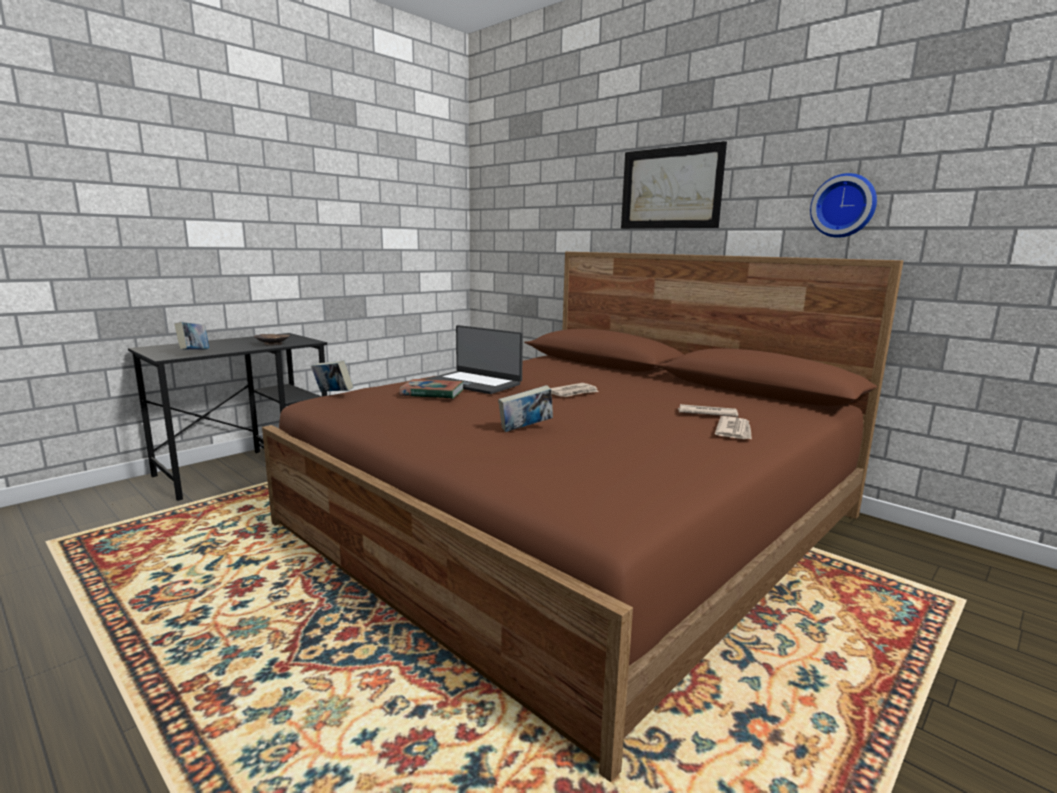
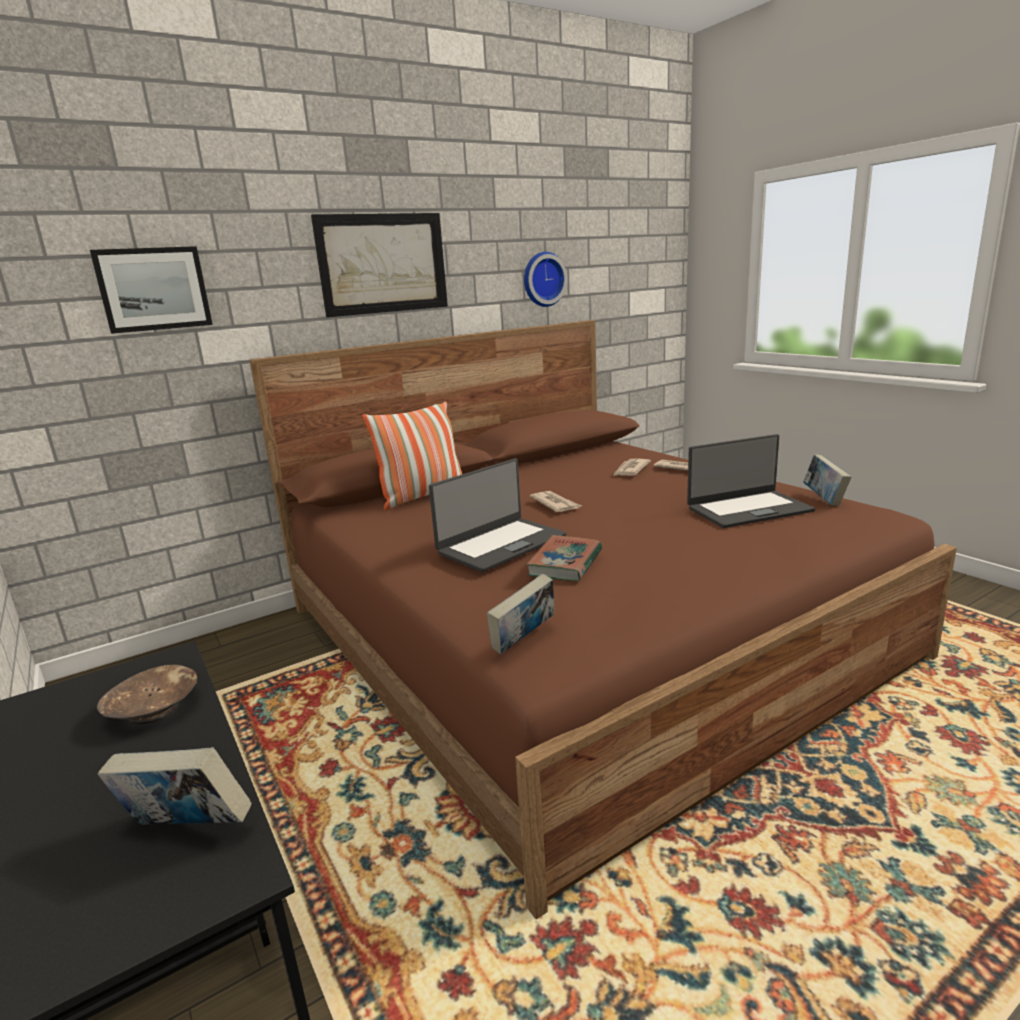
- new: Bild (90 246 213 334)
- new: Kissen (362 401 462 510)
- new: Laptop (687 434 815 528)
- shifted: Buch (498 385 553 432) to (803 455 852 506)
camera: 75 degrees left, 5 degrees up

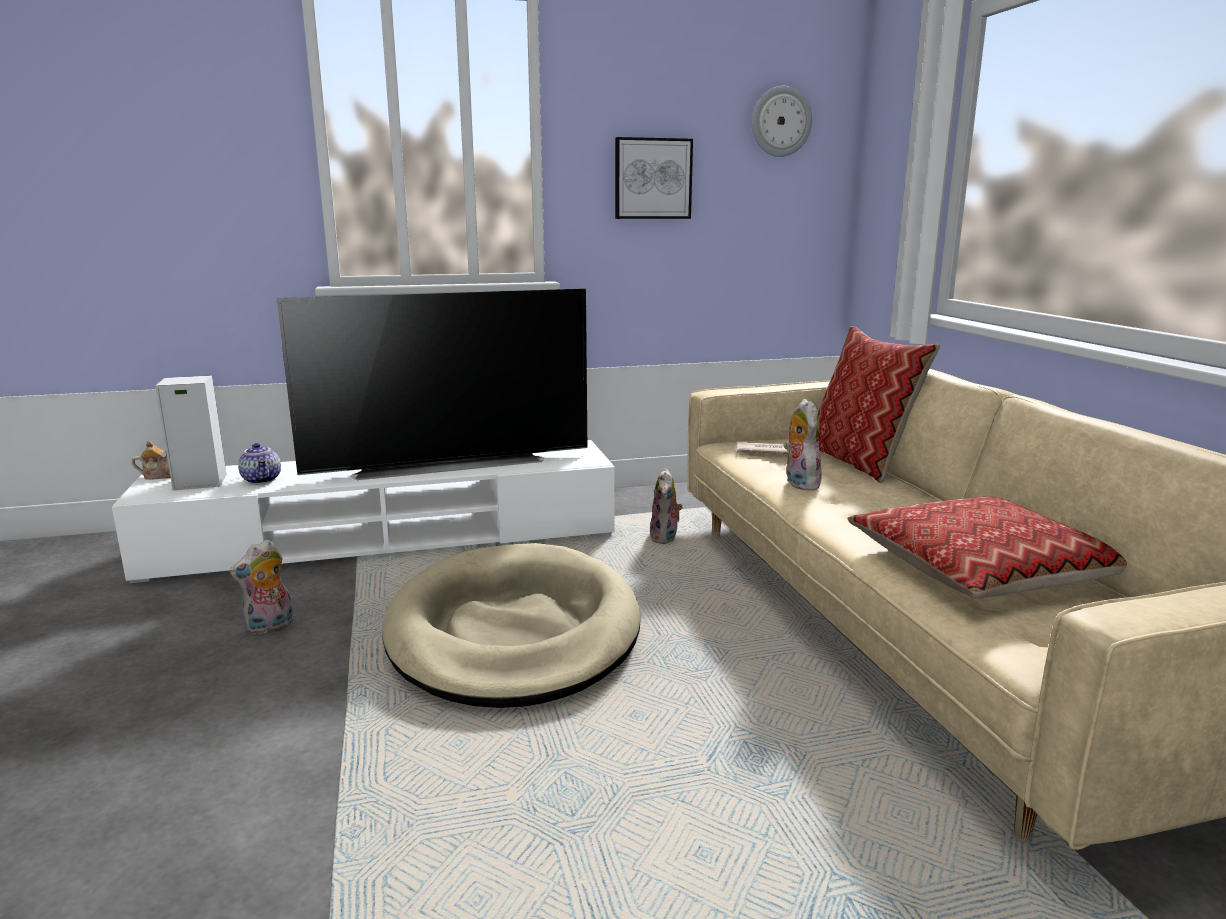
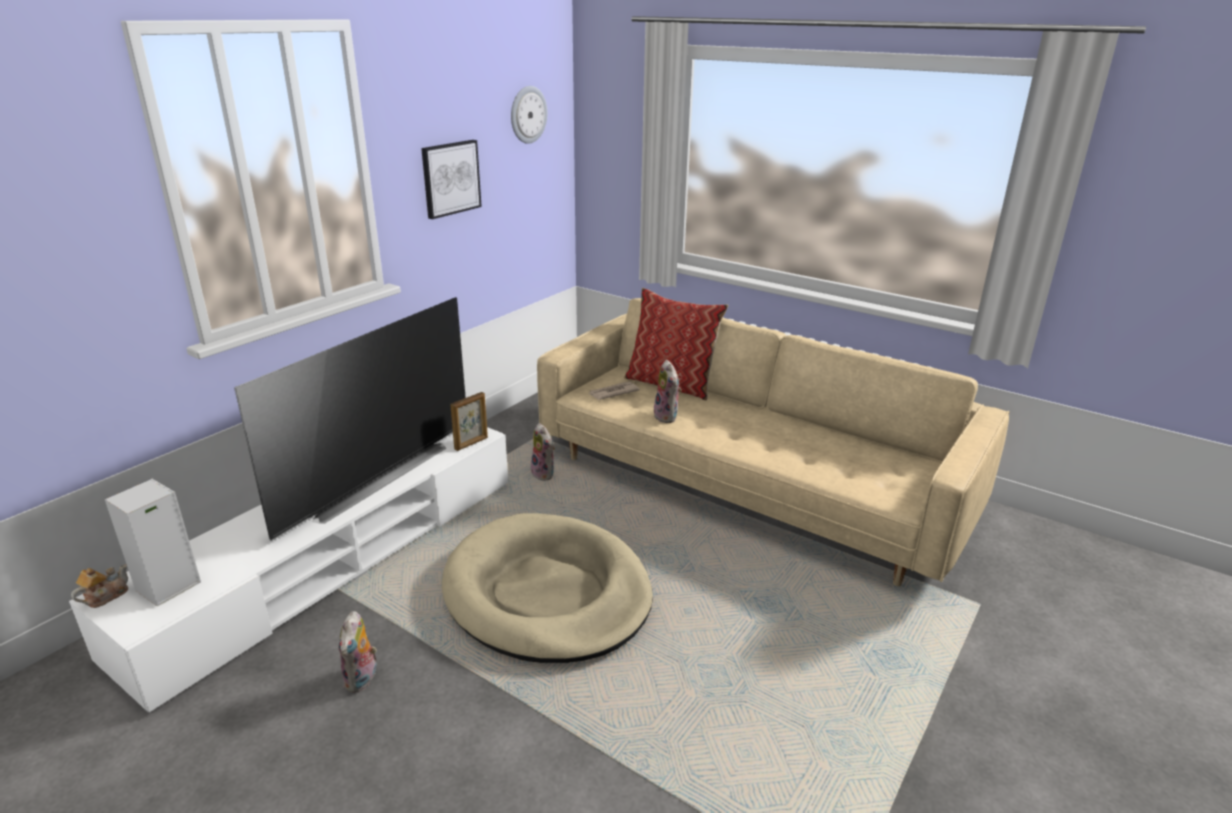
- new: Bilderrahmen (450 392 488 451)
- rotated: Plüschtier (783 399 822 491) = (654 360 681 423) 150 degrees counterclockwise
- gone: Teekanne (238 443 281 484)
- gone: Kissen (848 497 1127 599)
camera: 40 degrees left, 10 degrees up

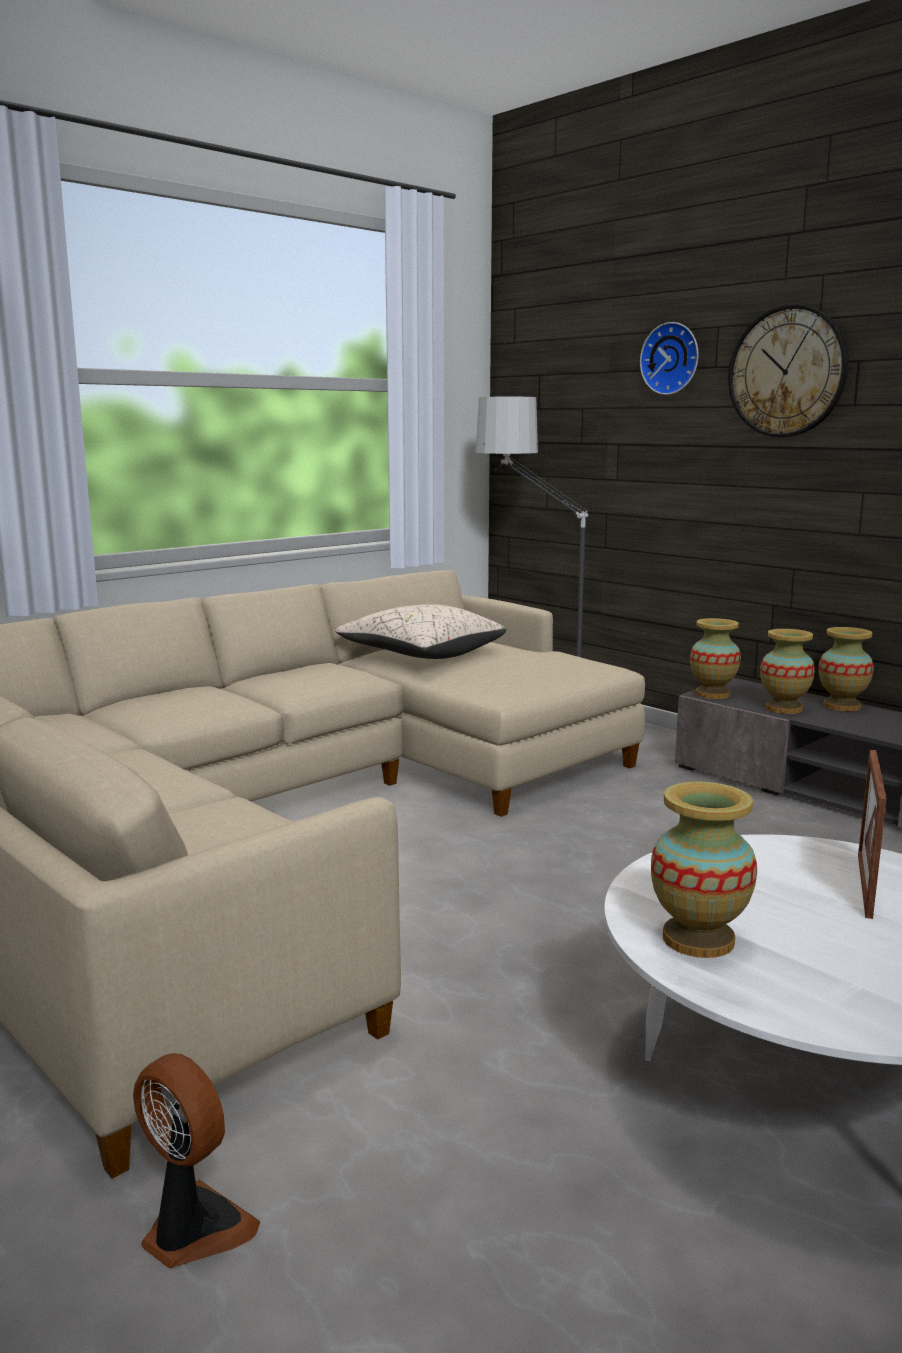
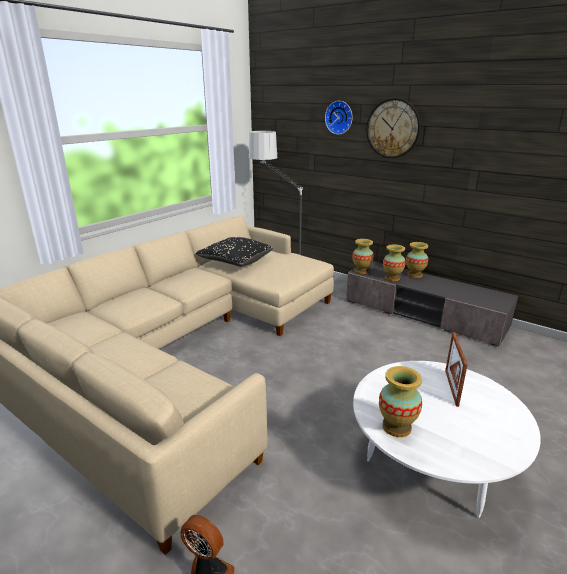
- repainted: Kissen [beige] (335 604 506 659) to Kissen [schwarz] (196 237 273 267)
camera: 10 degrees left, 10 degrees up

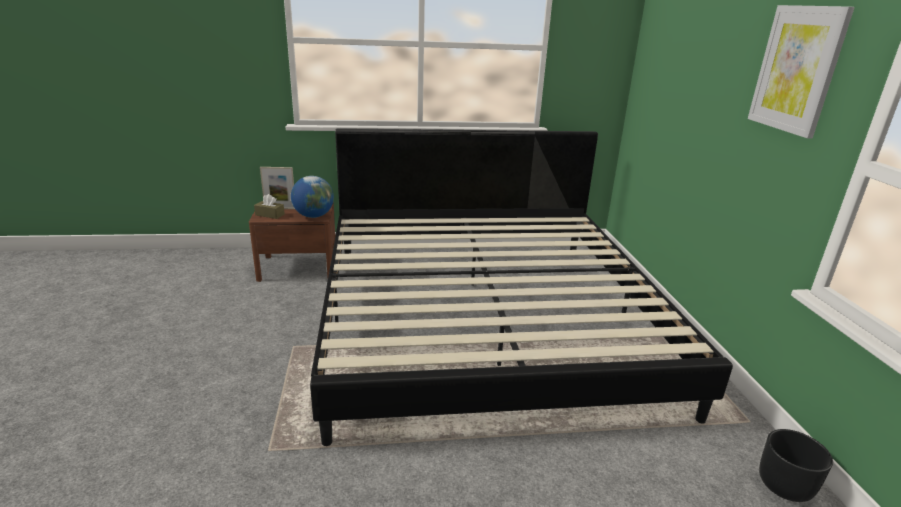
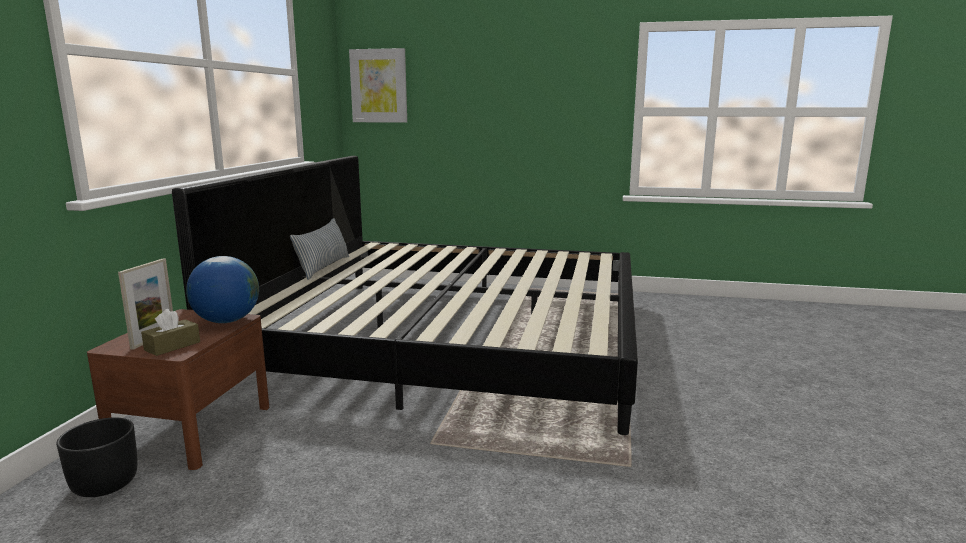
- shifted: Pflanzkübel [schwarz] (759 429 833 502) to (56 418 137 497)
- new: Kissen (290 218 349 280)
- shifted: Bild (748 5 855 138) to (349 48 407 123)
camera: 70 degrees left, 10 degrees down

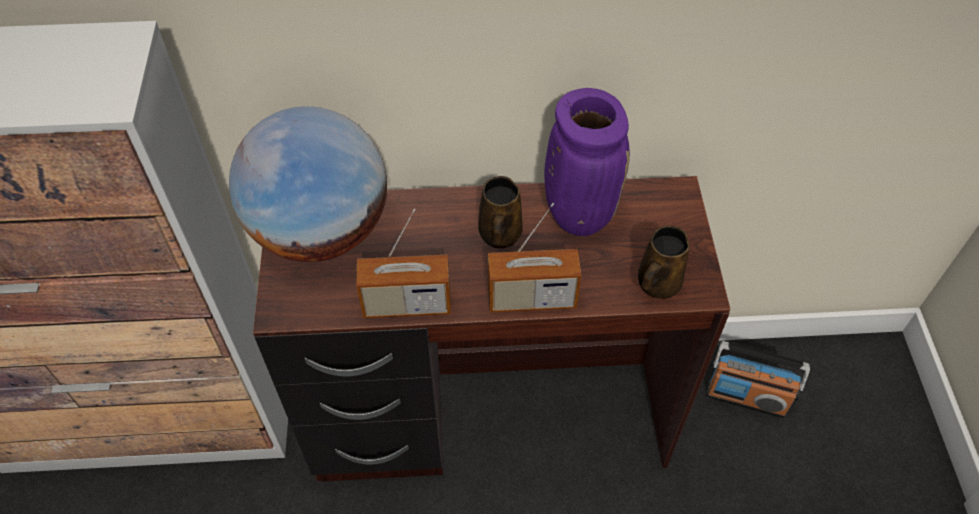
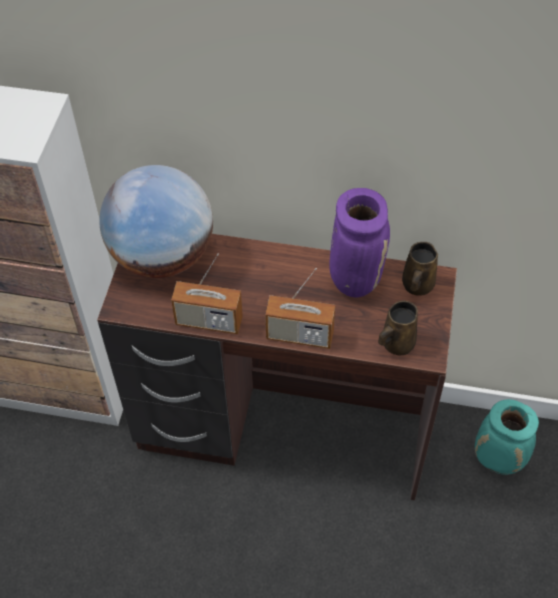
- shifted: Henkelbecher [braun] (478 176 523 248) to (402 242 438 296)
- swapped: Radio (706 341 810 418) to Vase [türkis] (475 399 539 475)
camera: 15 degrees right, 0 degrees up

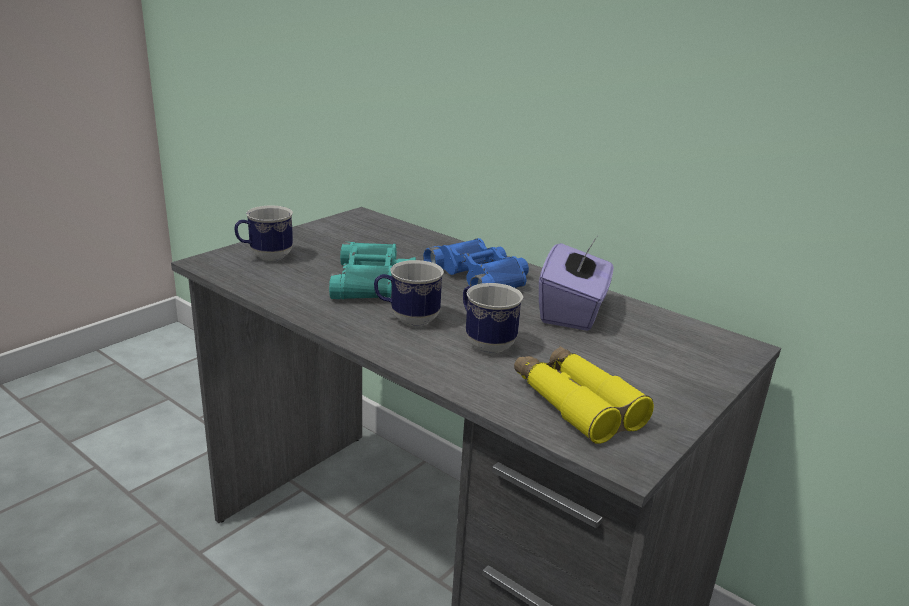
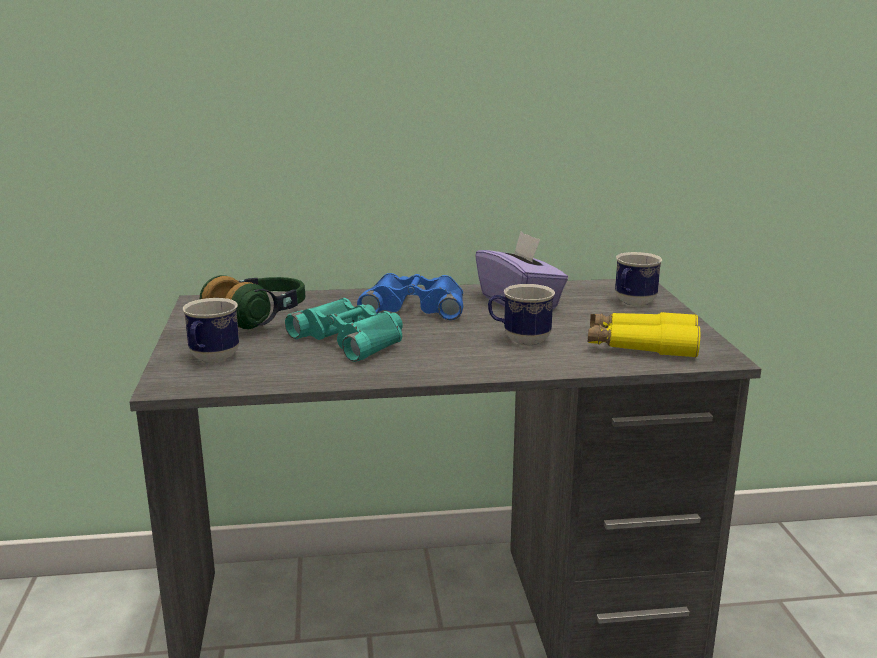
- new: Kopfhörer (199 275 305 329)
- shifted: Henkelbecher (374 260 444 326) to (615 252 662 306)
camera: 45 degrees left, 5 degrees down

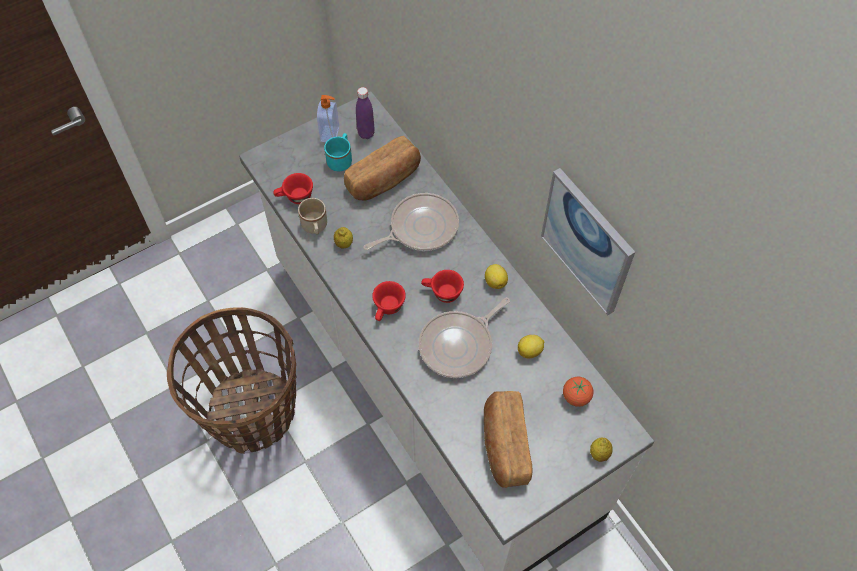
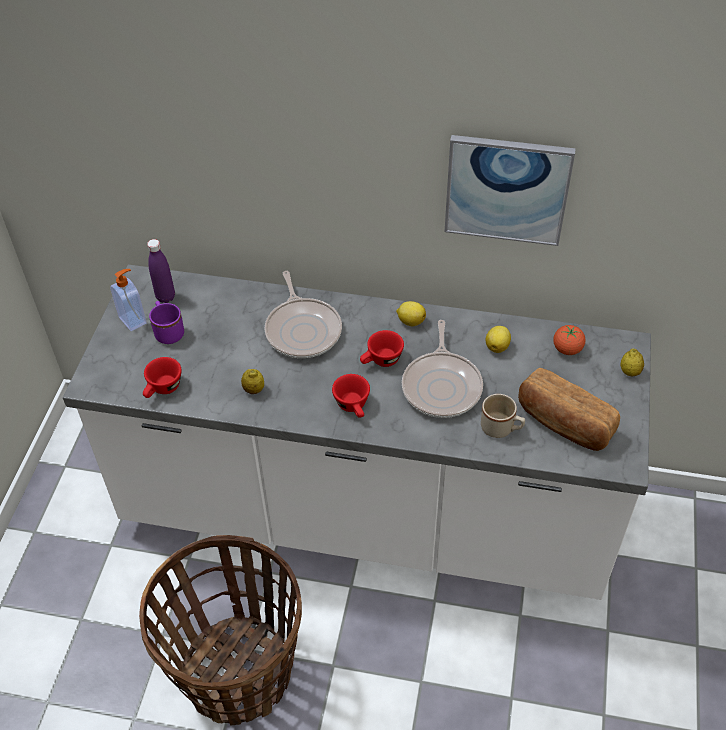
- repainted: Henkelbecher [türkis] (324 133 352 171) to Henkelbecher [lila] (149 301 184 344)
- rotated: Pfanne (363 193 459 251) = (265 271 342 358) 150 degrees clockwise
- shifted: Henkelbecher [beige] (298 198 327 235) to (481 394 525 438)
- gone: Brot (344 136 421 200)
camera: 45 degrees left, 10 degrees down

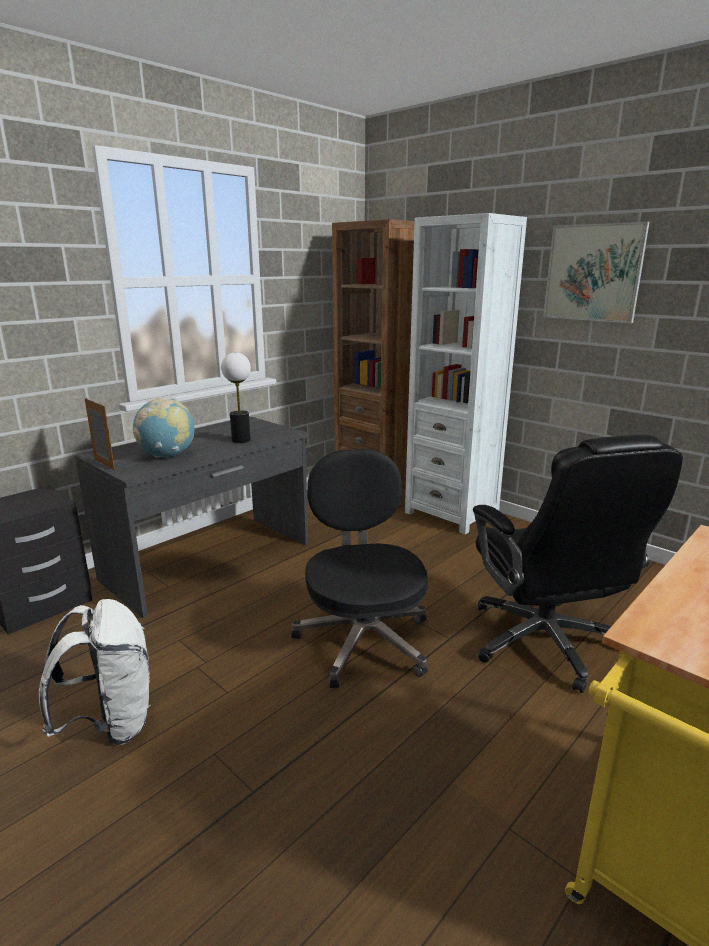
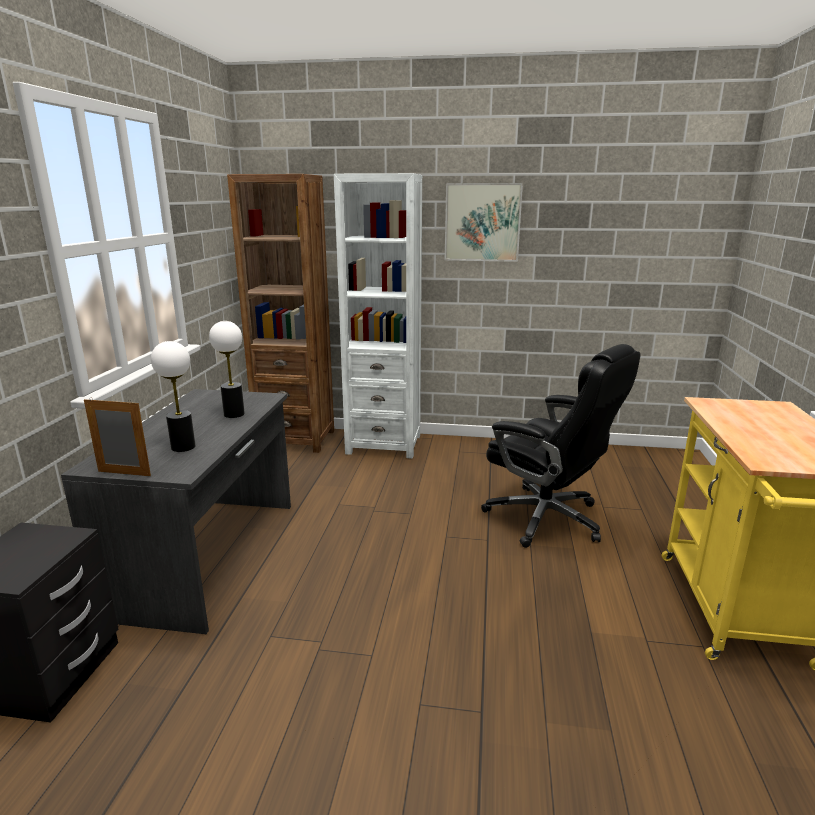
- swapped: Globus (133 398 194 458) to Tischlampe (151 341 196 452)
- gone: Rucksack [weiß] (39 599 150 745)
- gone: Bürostuhl [schwarz] (292 449 428 688)
camera: 35 degrees left, 0 degrees up

